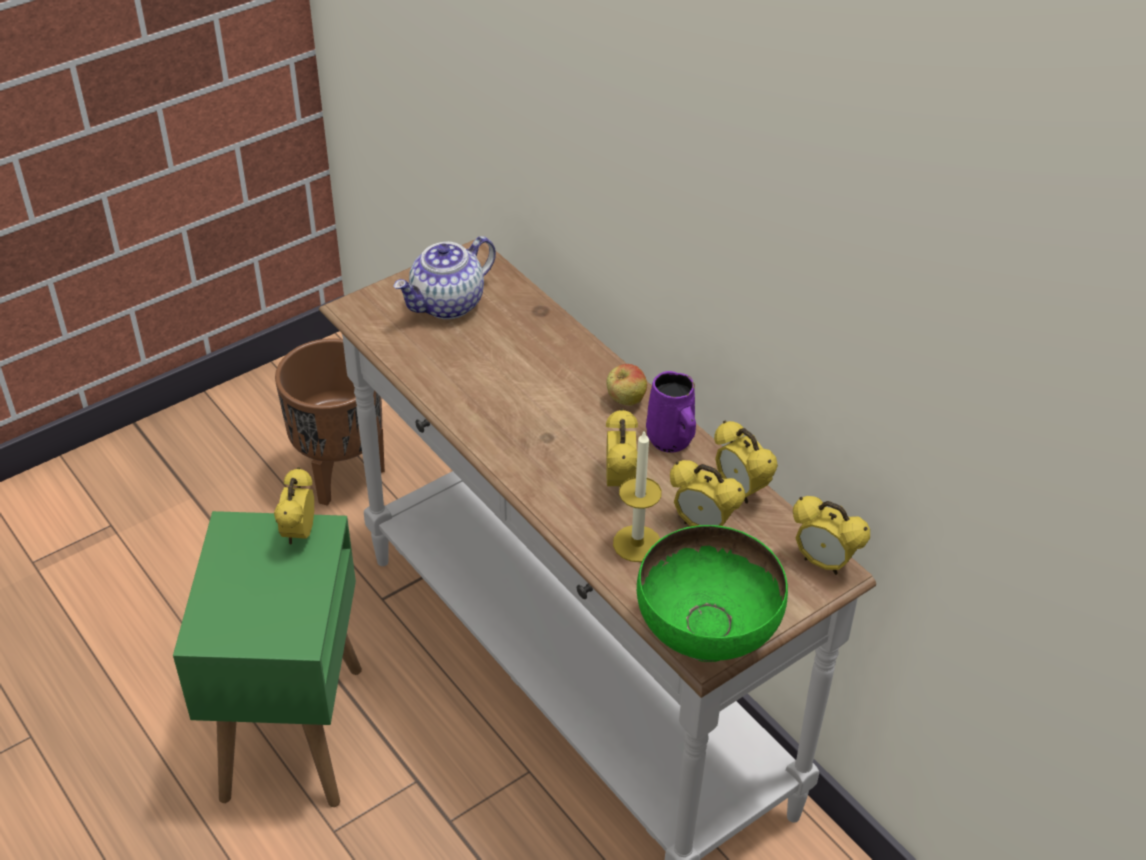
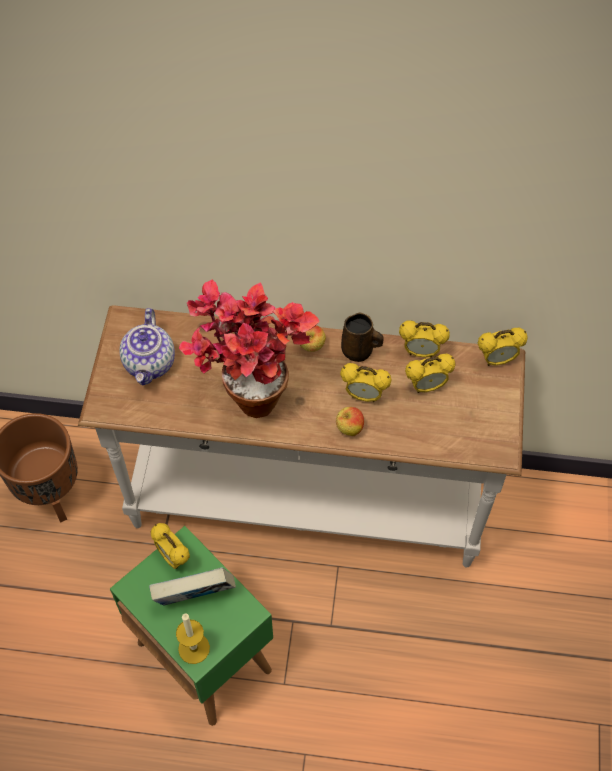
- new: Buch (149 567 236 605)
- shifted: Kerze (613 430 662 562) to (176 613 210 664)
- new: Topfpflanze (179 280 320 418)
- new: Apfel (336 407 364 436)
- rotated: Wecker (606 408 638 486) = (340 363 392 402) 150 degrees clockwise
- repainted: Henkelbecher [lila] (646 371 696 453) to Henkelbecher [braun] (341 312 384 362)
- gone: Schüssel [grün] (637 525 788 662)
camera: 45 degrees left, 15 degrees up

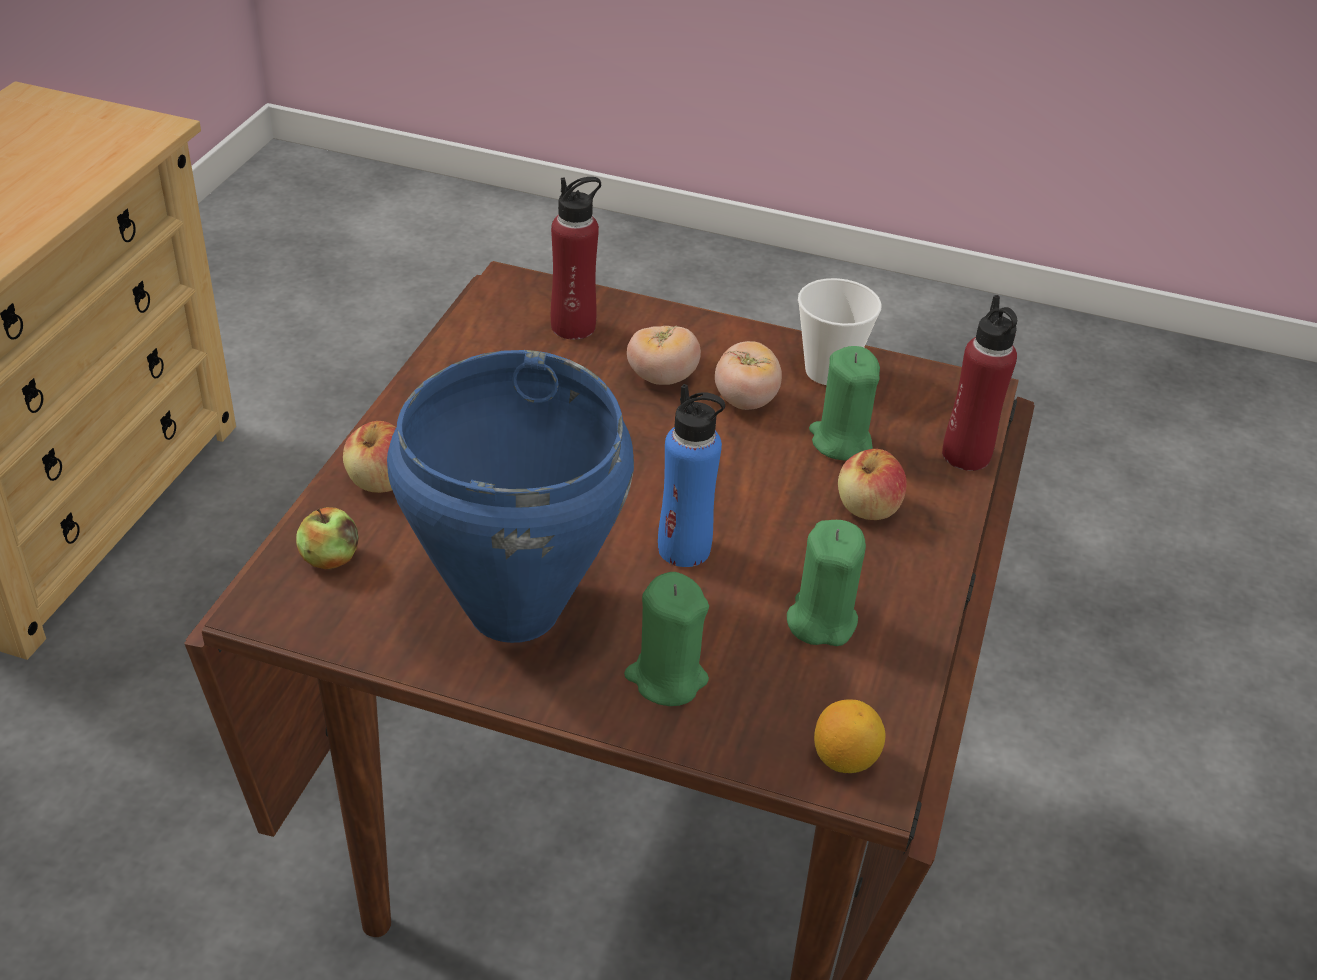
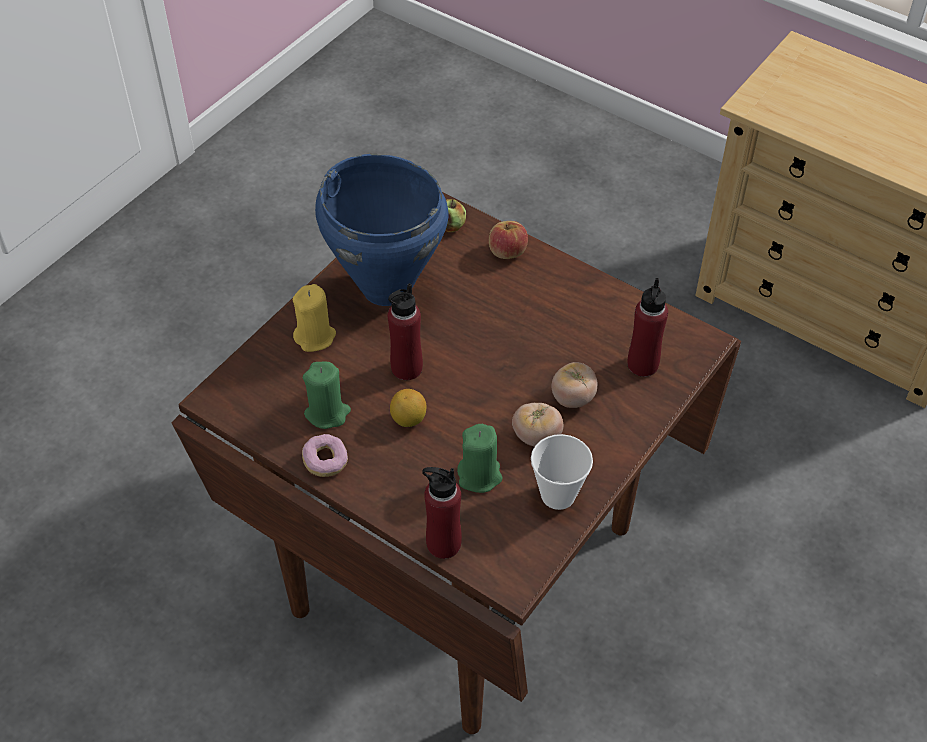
- repainted: Kerze [grün] (624 572 709 706) to Kerze [gelb] (293 284 336 352)
- new: Donut (302 434 348 477)
- repainted: Flasche [blau] (658 384 725 567) to Flasche [rot] (388 283 423 380)
- shifted: Zitrone (814 699 885 773) to (390 389 426 427)
- gone: Apfel (838 449 907 520)
camera: 110 degrees right, 10 degrees up

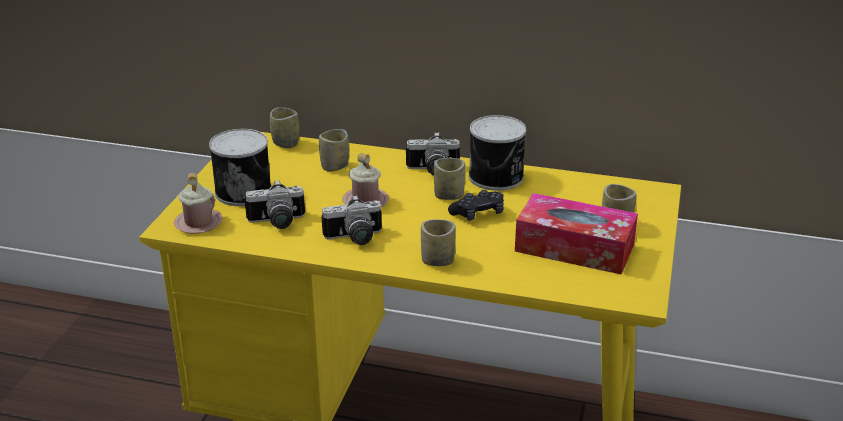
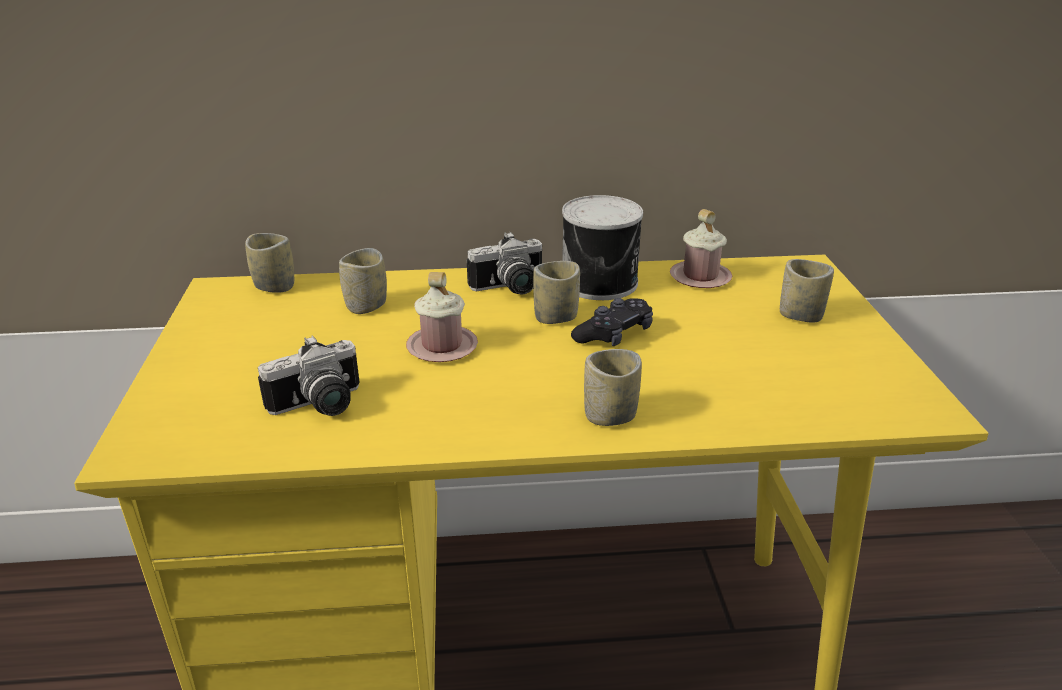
- shifted: Henkelbecher [rosa] (174 173 223 234) to (670 209 732 288)
- gone: Dose (209 129 271 206)
- gone: Kamera (321 195 382 245)
- gone: Taschentuchbox (515 193 638 275)
camera: 20 degrees left, 0 degrees up

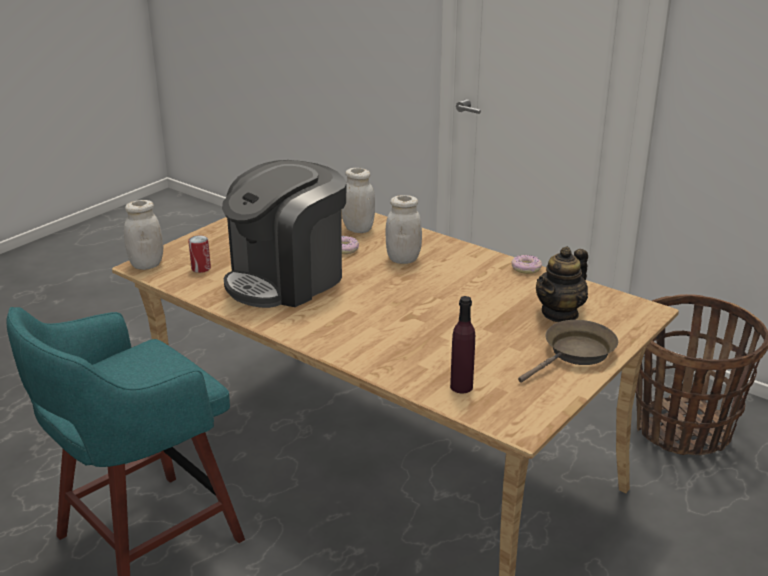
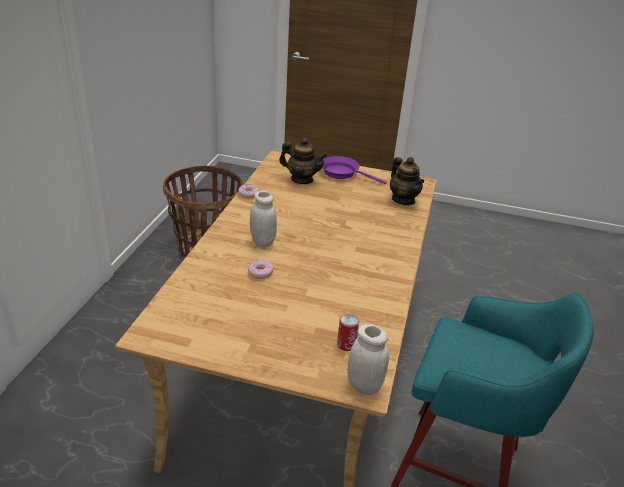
- repainted: Pfanne [braun] (518 320 618 383) to Pfanne [lila] (322 156 387 184)
- swapped: Flasche [lila] (450 296 475 393) to Teekanne (390 157 424 205)
- gone: Kaffeemaschine (222 160 347 308)
- gone: Vorratsglas [weiß] (342 168 375 233)
camera: 115 degrees left, 5 degrees up

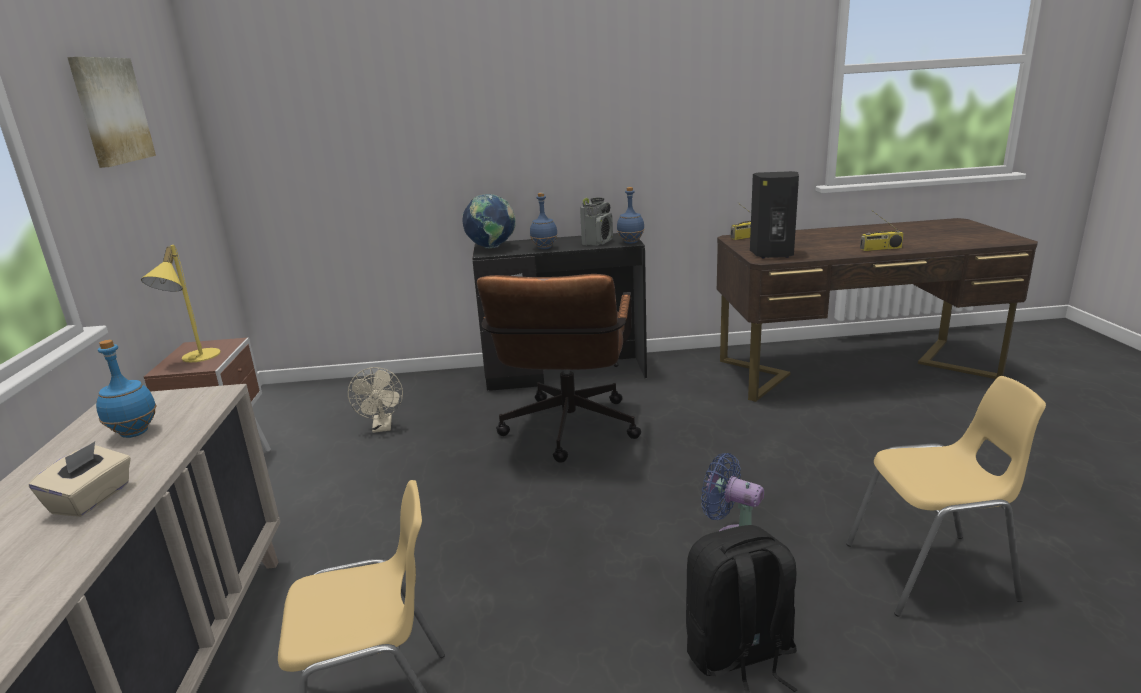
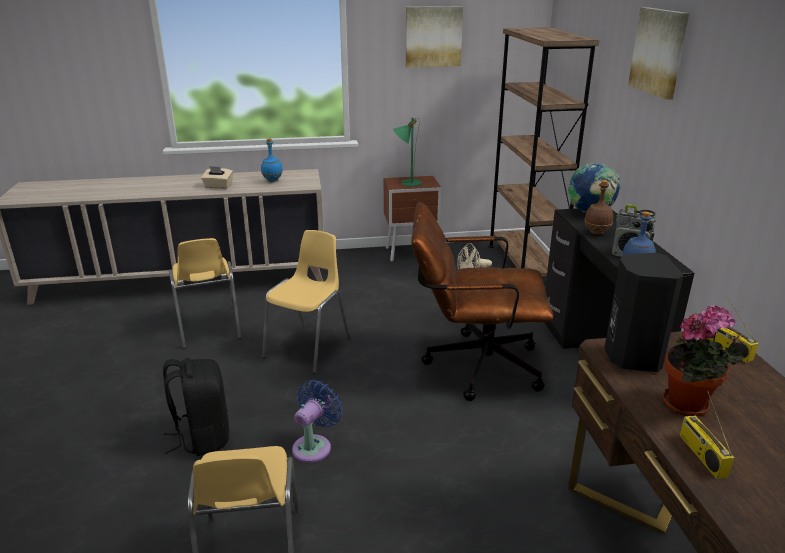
- new: Stuhl [gelb] (262 230 350 374)
- repainted: Tischlampe [gelb] (141 245 221 362) to Tischlampe [grün] (393 117 422 186)
- new: Bücherregal [braun] (489 28 599 278)
- repainted: Flasche [blau] (530 193 558 249) to Flasche [braun] (584 180 613 235)
- new: Bild (628 7 689 99)
- new: Topfpflanze (662 305 744 416)
camera: 85 degrees right, 5 degrees up

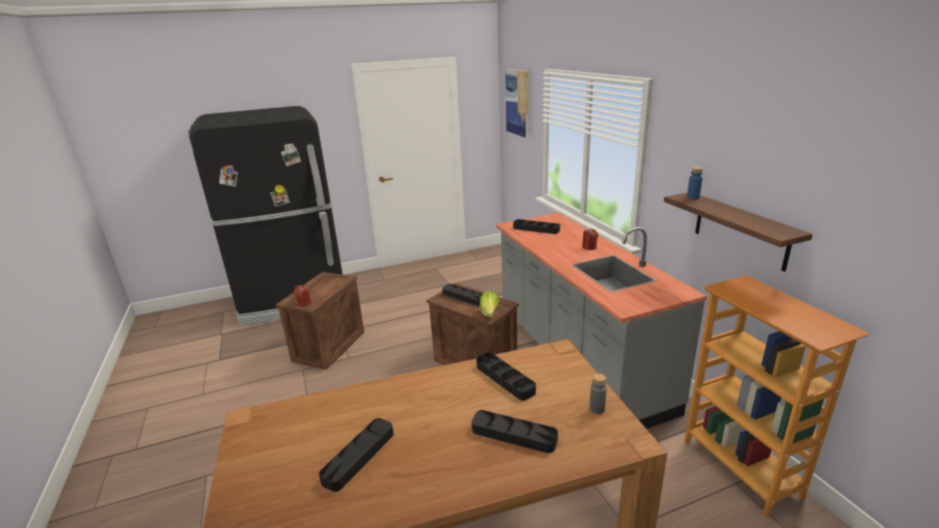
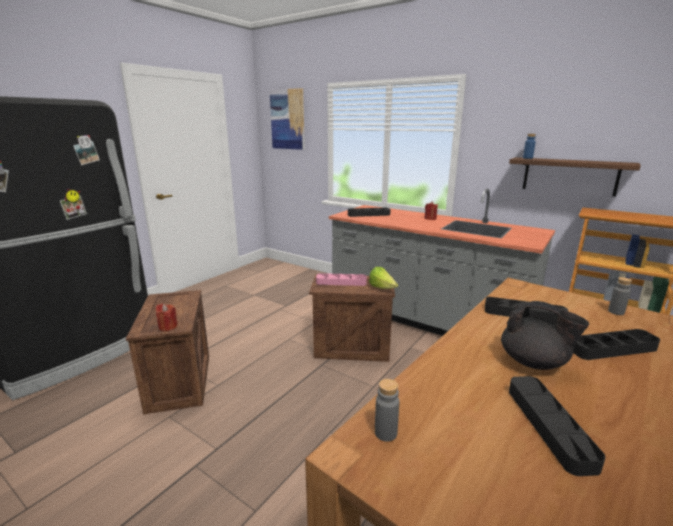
- repainted: Tablett [schwarz] (442 284 482 306) to Tablett [rosa] (316 273 367 286)
- new: Flasche [grau] (375 379 399 442)
- new: Teekanne [schwarz] (501 301 589 370)
camera: 35 degrees left, 5 degrees down

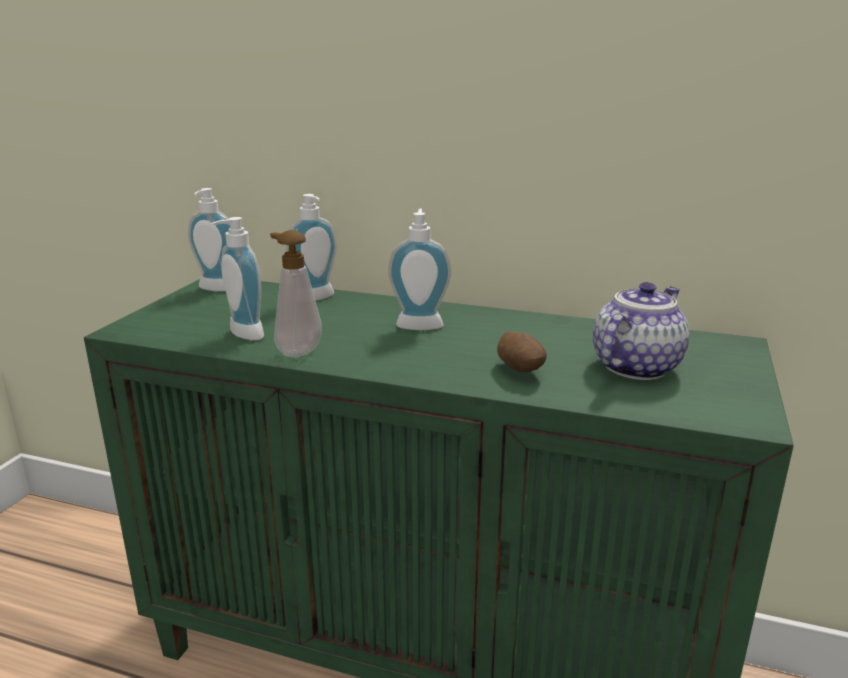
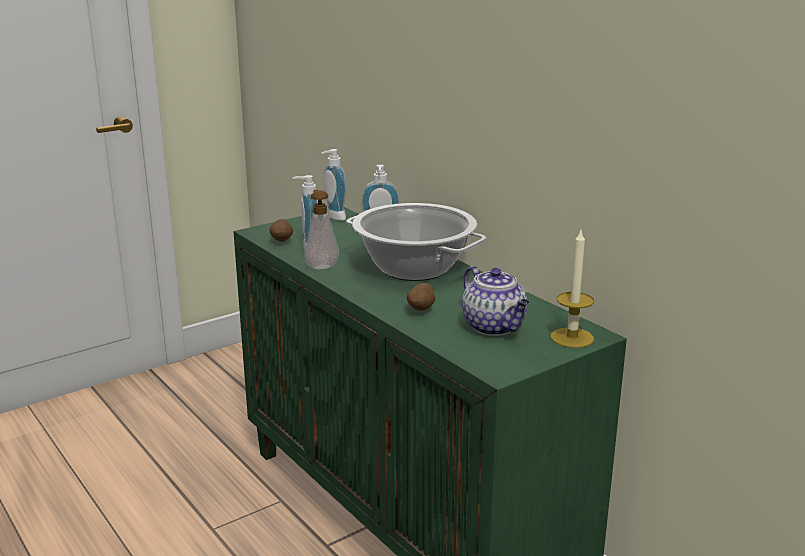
- new: Kartoffel (269 219 293 242)
- swapped: Seifenspender (388 209 451 330) to Kochtopf (346 203 486 281)
- rotated: Teekanne (593 282 689 380) = (462 266 530 336) 75 degrees clockwise
- new: Kerze (551 230 594 348)
camera: 35 degrees right, 0 degrees up

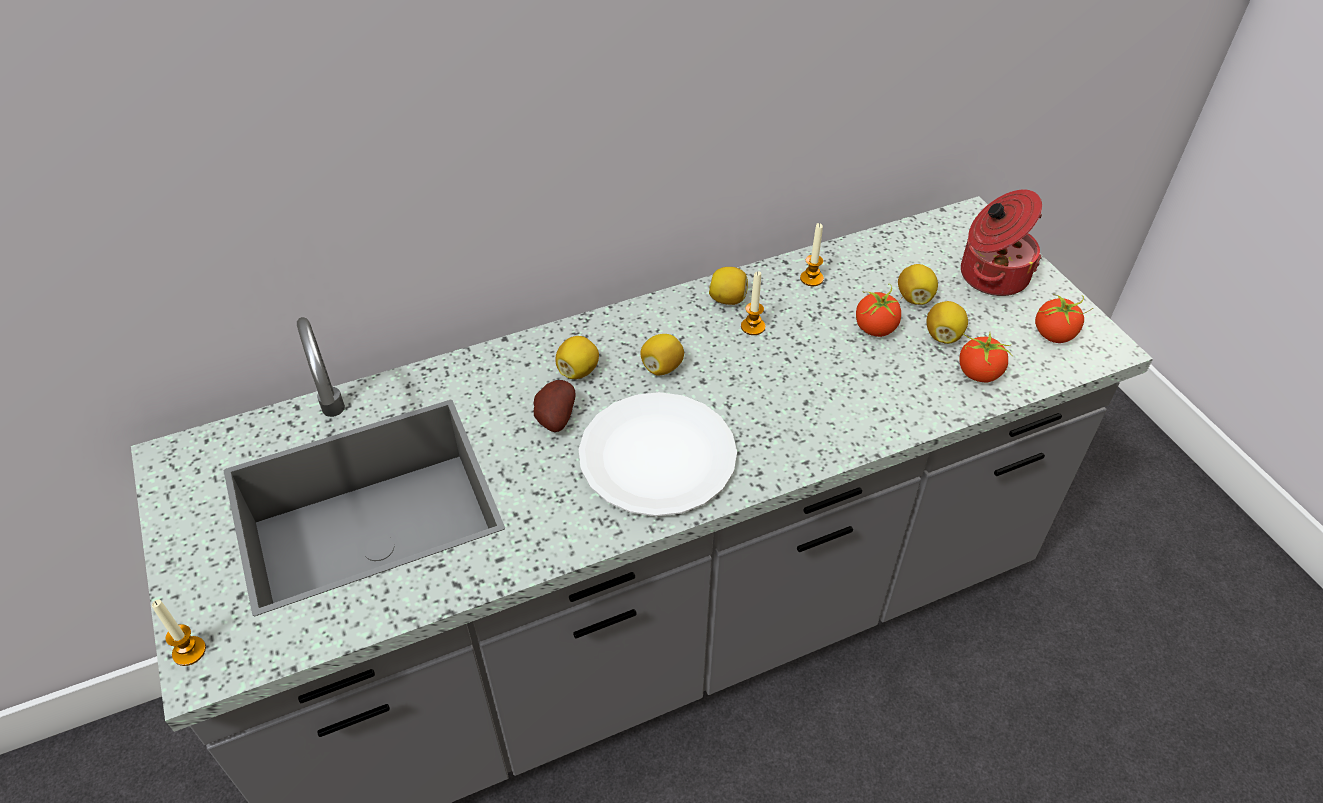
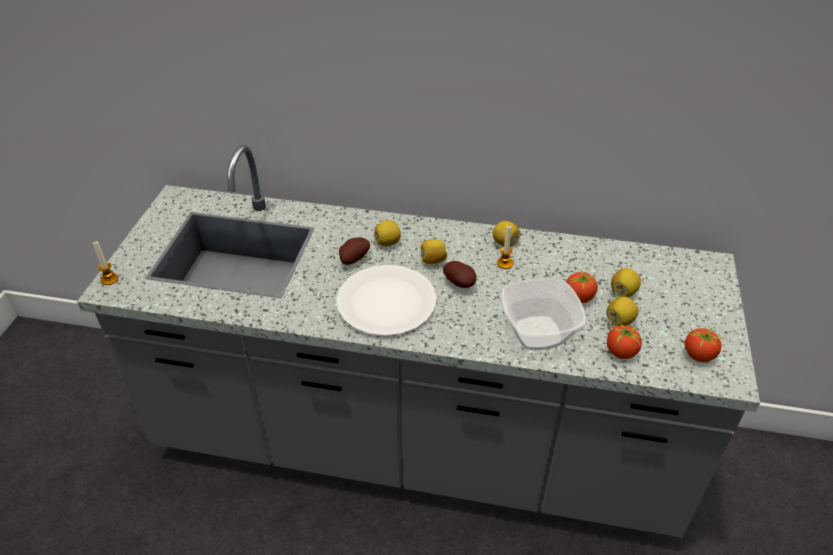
- new: Kartoffel (443 261 477 288)
- new: Schüssel (501 278 586 350)
- gone: Kerze (800 223 824 286)
- gone: Kochtopf (961 189 1042 296)
camera: 35 degrees right, 5 degrees down

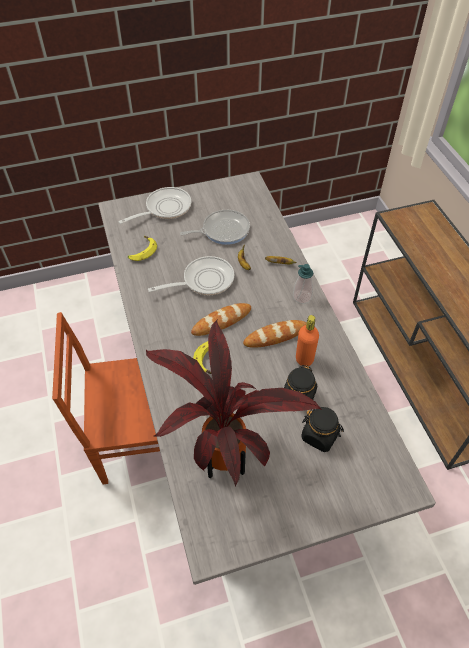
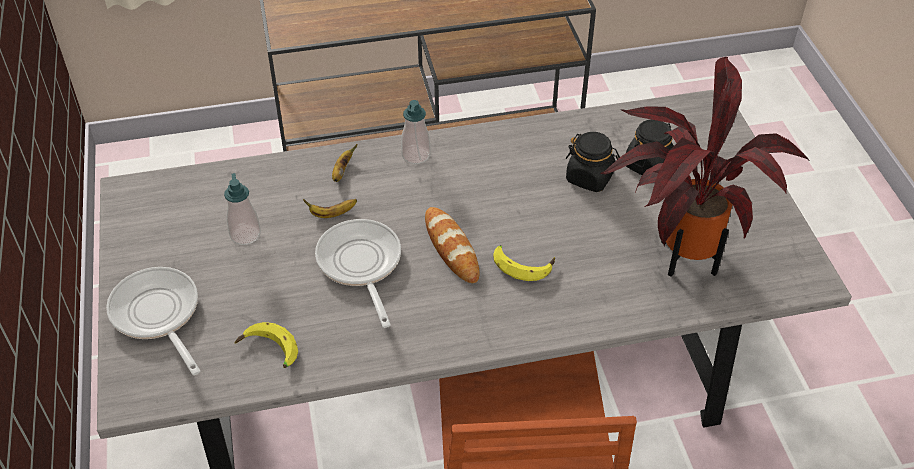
- swapped: Pfanne (180 210 250 245) to Seifenspender (224 173 261 245)
- gone: Brot (243 320 307 348)
- gone: Flasche [orange] (296 315 319 366)
camera: 85 degrees left, 5 degrees down

